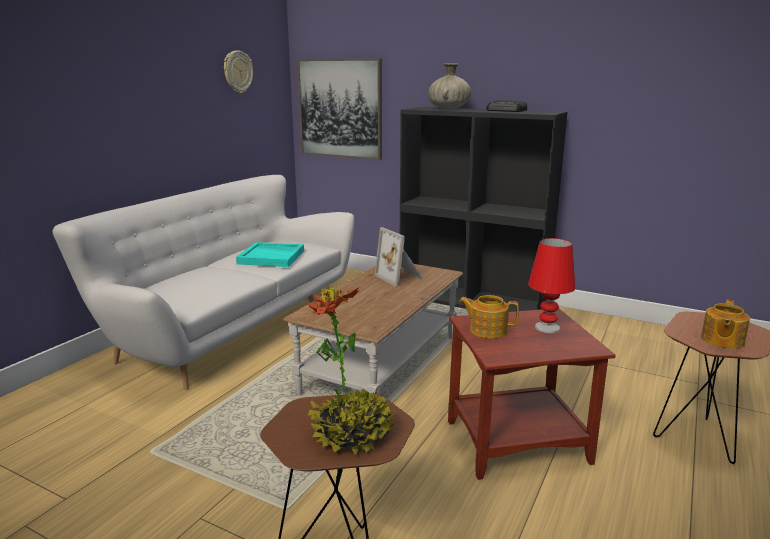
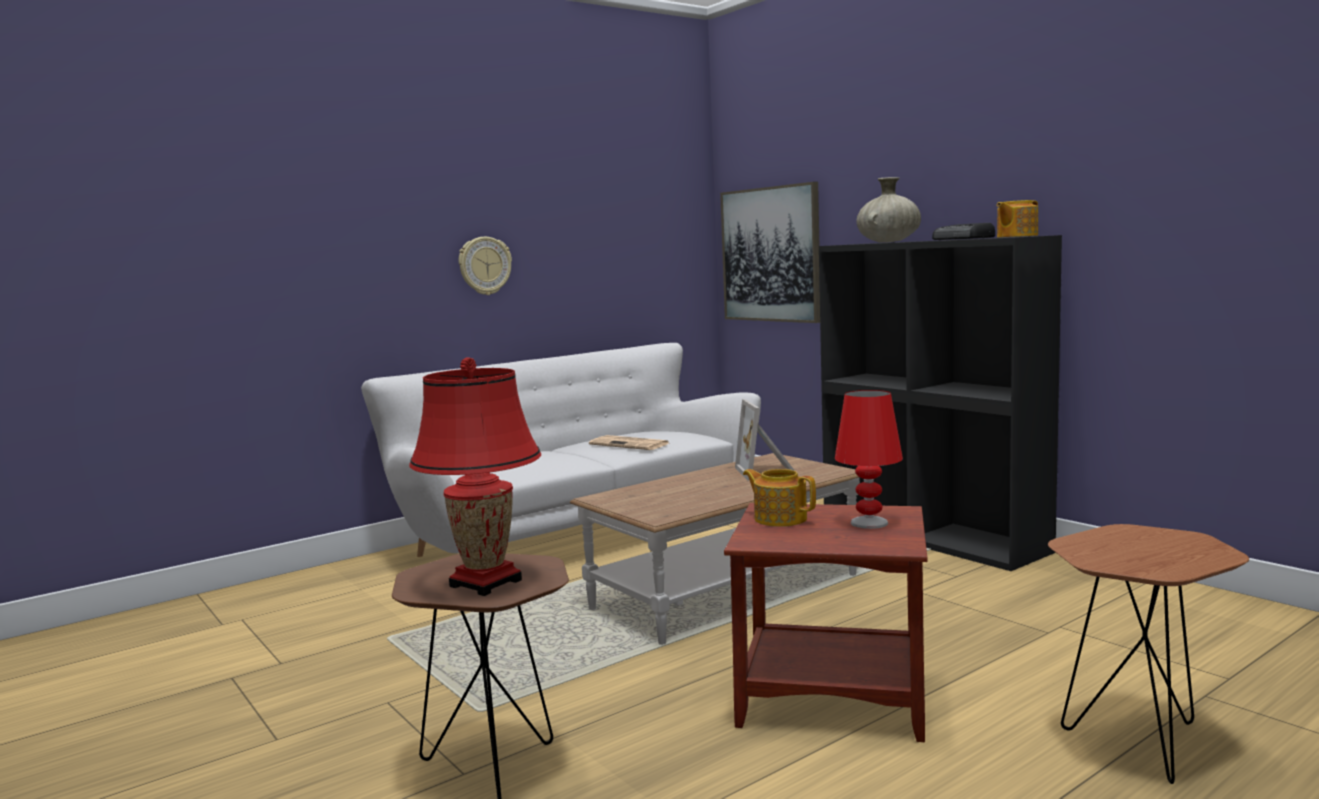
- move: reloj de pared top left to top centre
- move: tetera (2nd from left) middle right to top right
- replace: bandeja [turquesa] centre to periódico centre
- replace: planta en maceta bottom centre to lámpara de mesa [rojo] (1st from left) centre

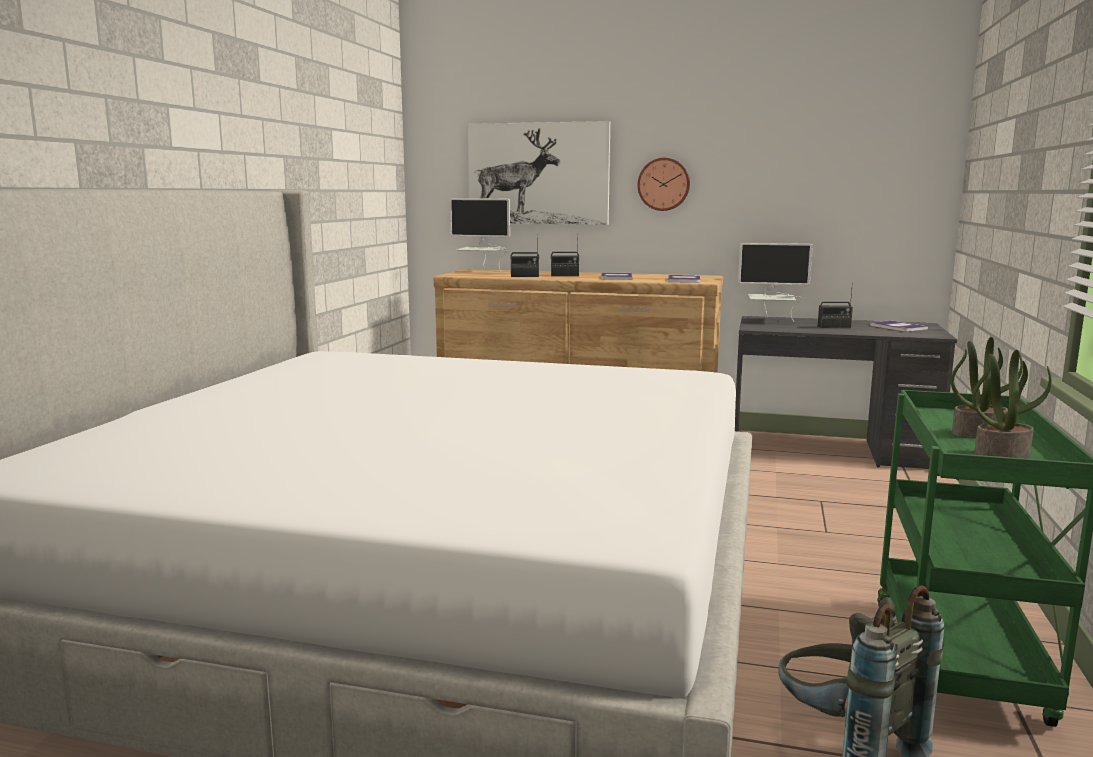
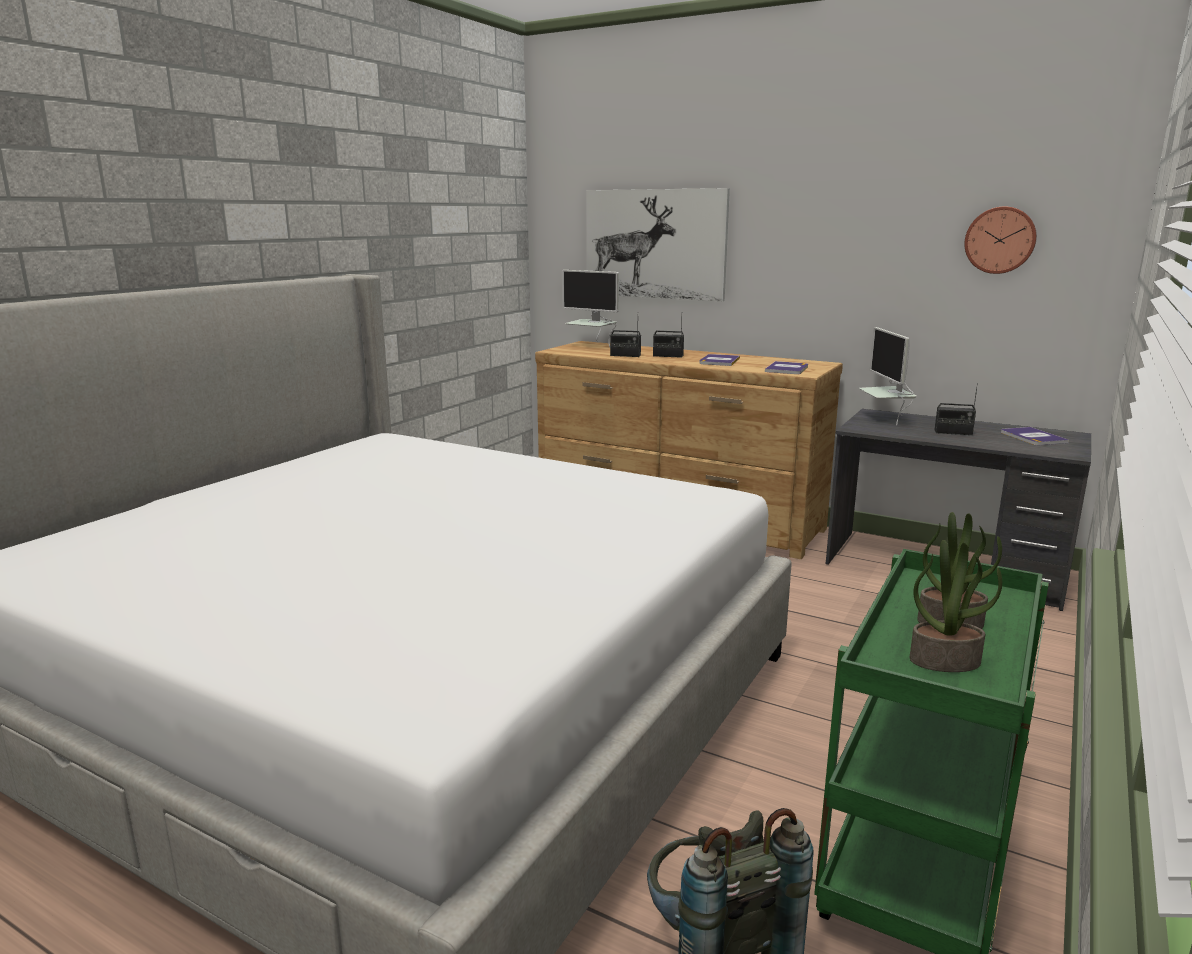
- move: reloj de pared top centre to top right
- rotate: monitor (2nd from left) middle right = middle right 60 degrees clockwise

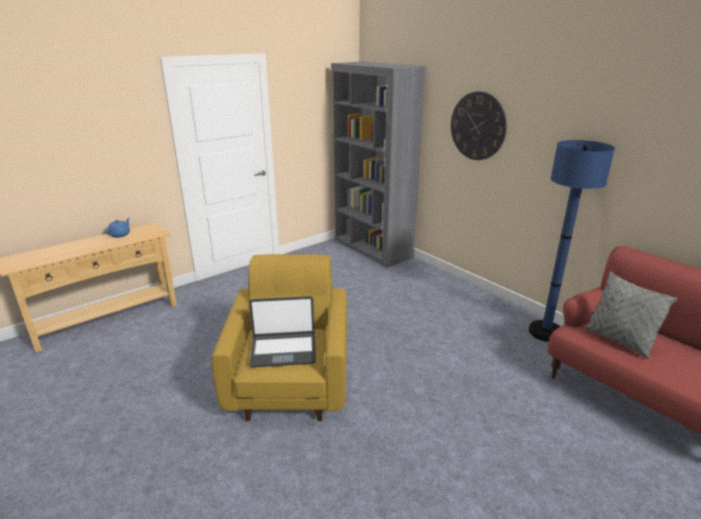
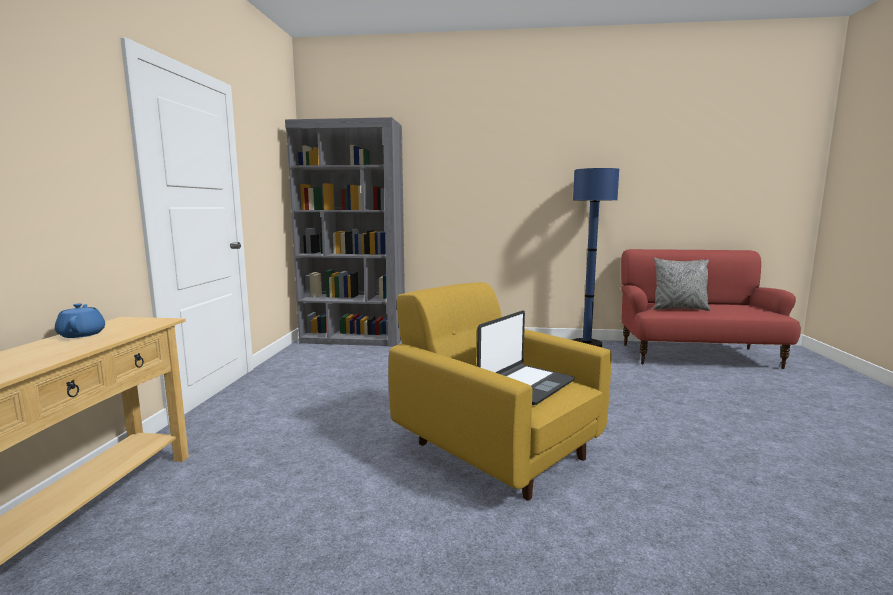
- delete: reloj de pared top right

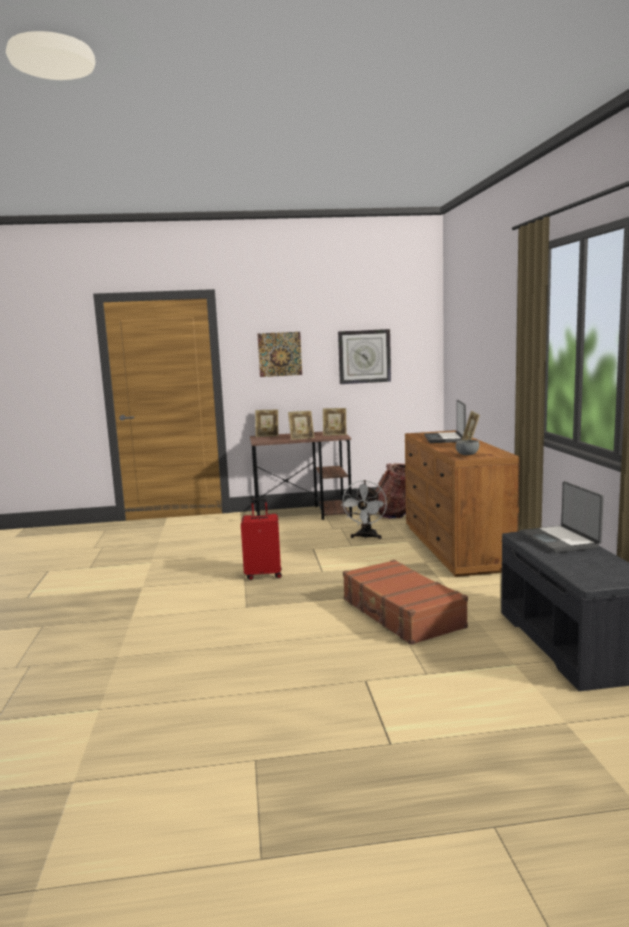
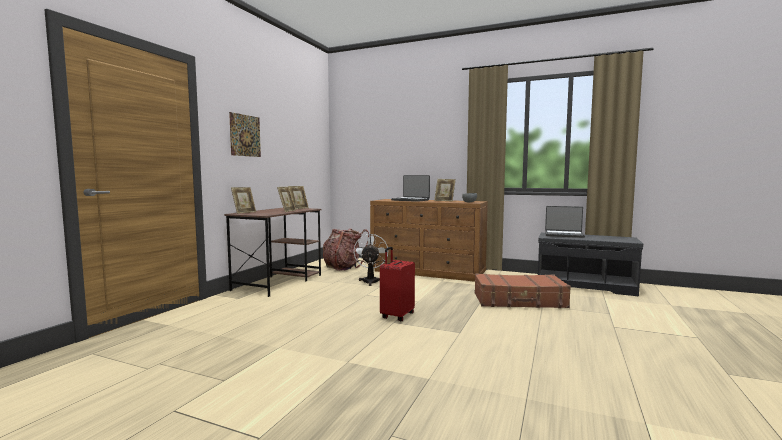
- delete: reloj de pared centre
- rotate: ventilador [blanco] centre = centre 135 degrees counterclockwise

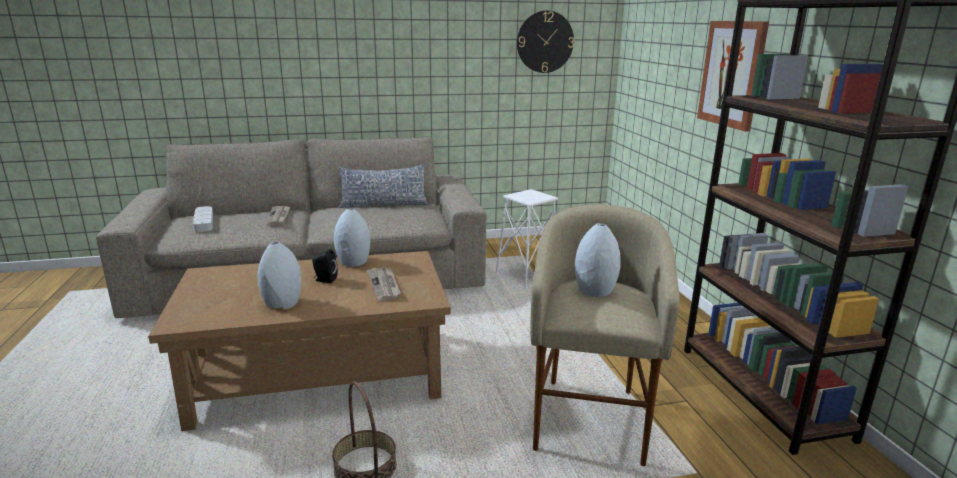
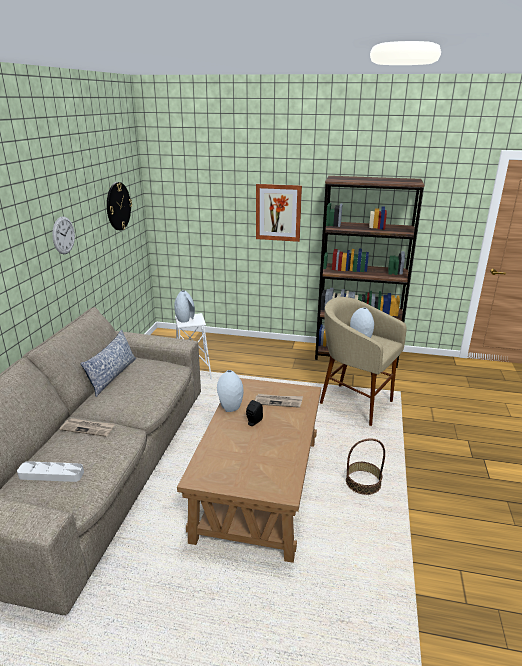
- insert: reloj de pared (1st from left) middle left
- move: florero [gris] (1st from left) middle left to centre

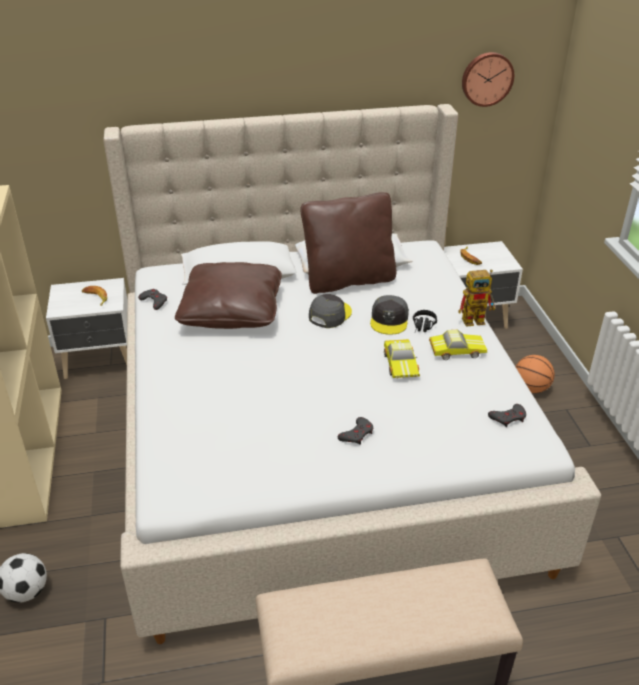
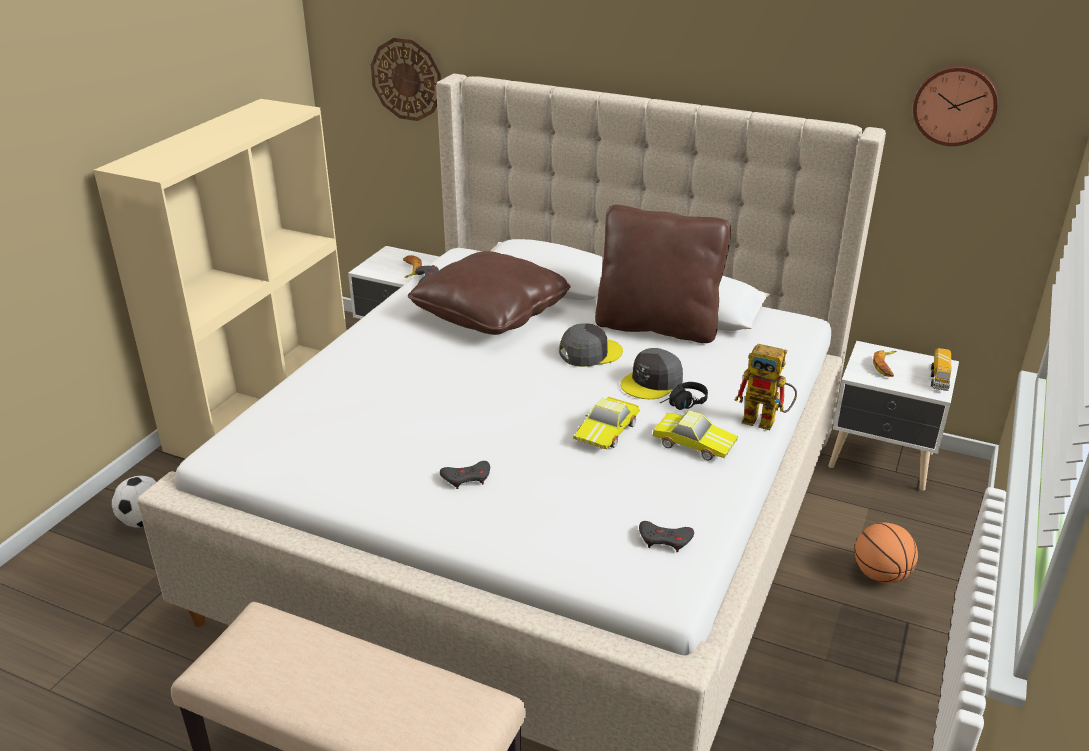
- insert: reloj de pared (1st from left) top centre
- insert: camión de juguete middle right

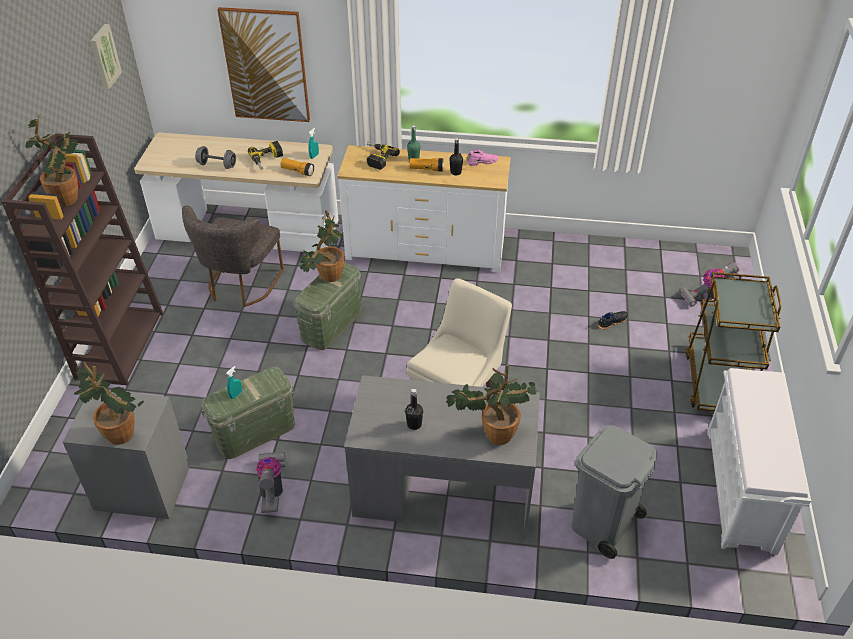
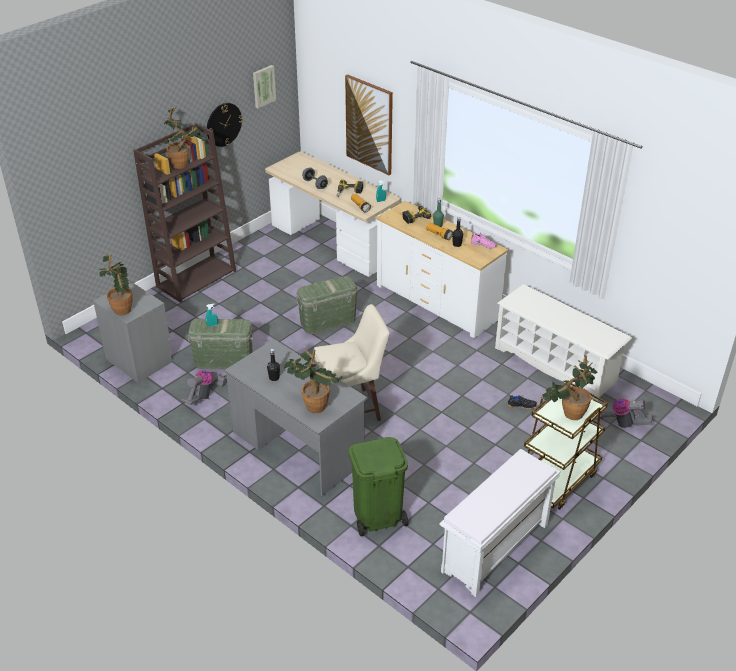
- delete: silla [gris] middle left
- insert: reloj de pared top left
- insert: zapatero [blanco] middle right
- move: planta en maceta (3rd from left in the first image) centre to planta en maceta (4th from left) middle right
- recolor: papelera [gris] bottom right to papelera [verde] bottom centre

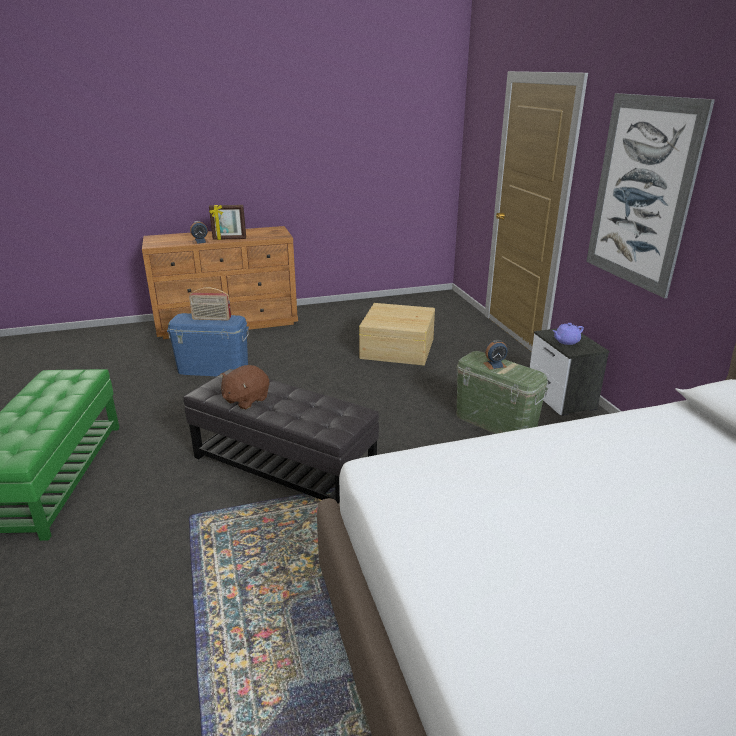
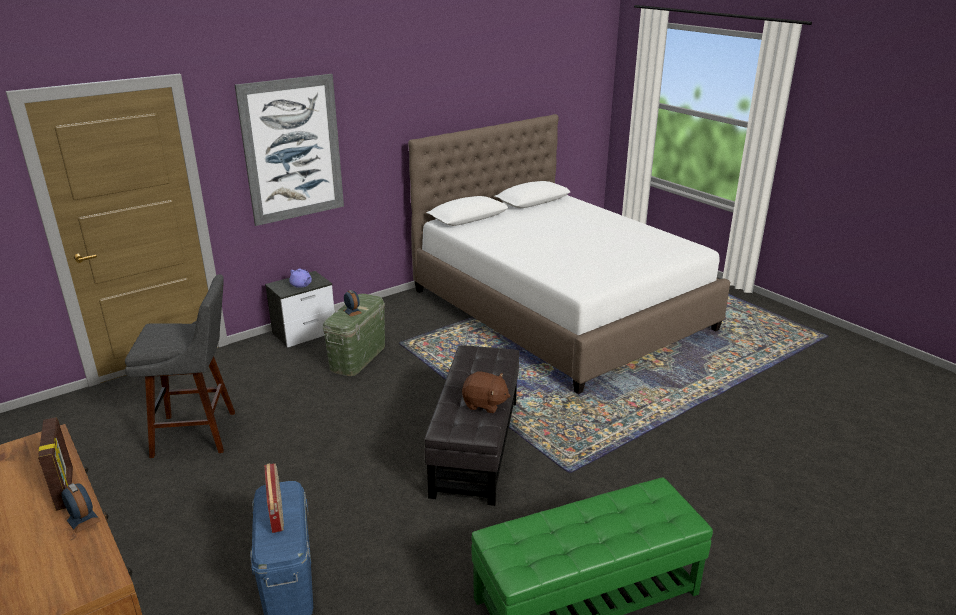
- replace: caja de almacenaje [beis] centre to taburete [gris] middle left

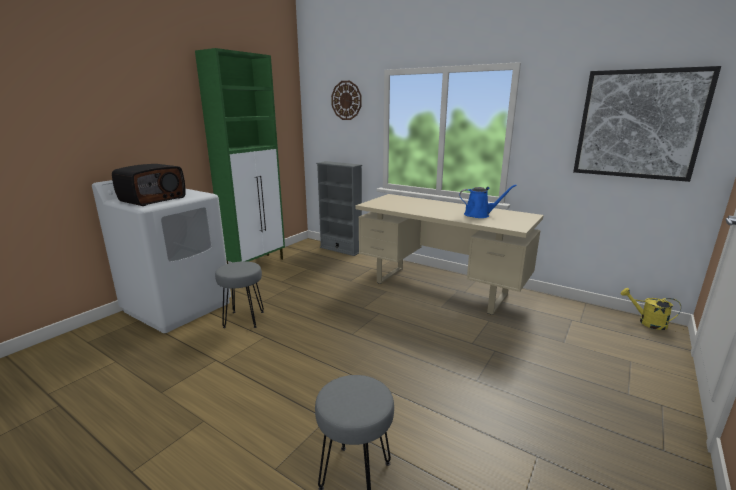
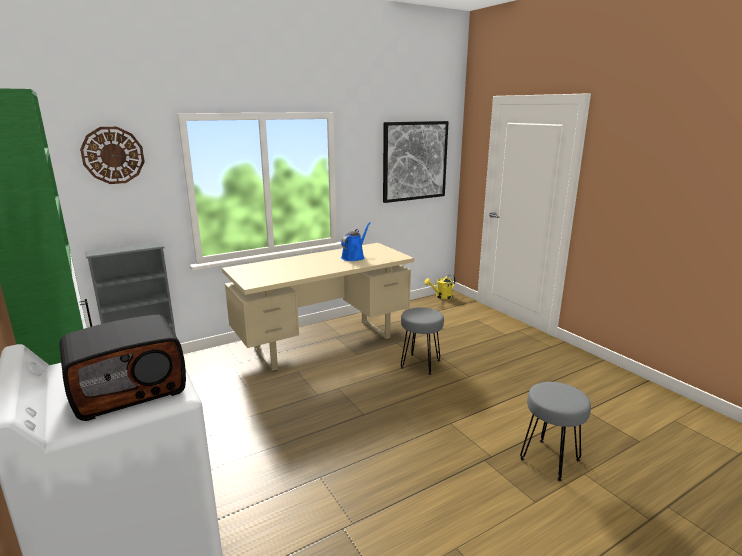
- move: taburete [gris] (1st from left) middle left to centre
- rotate: radio middle left = middle left 90 degrees clockwise

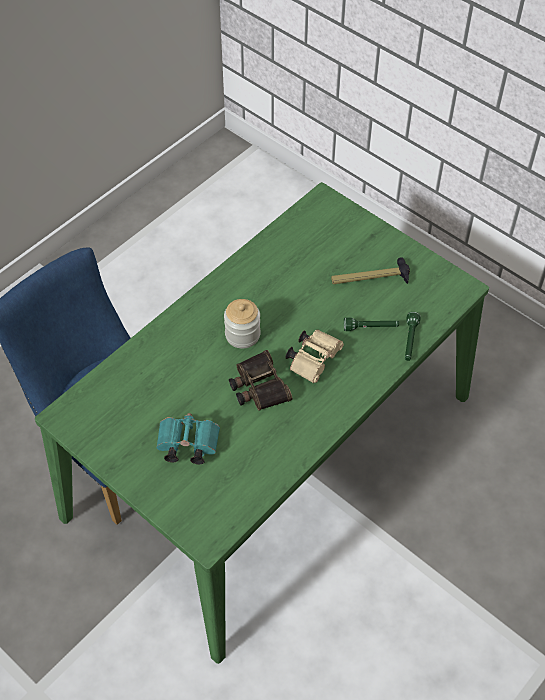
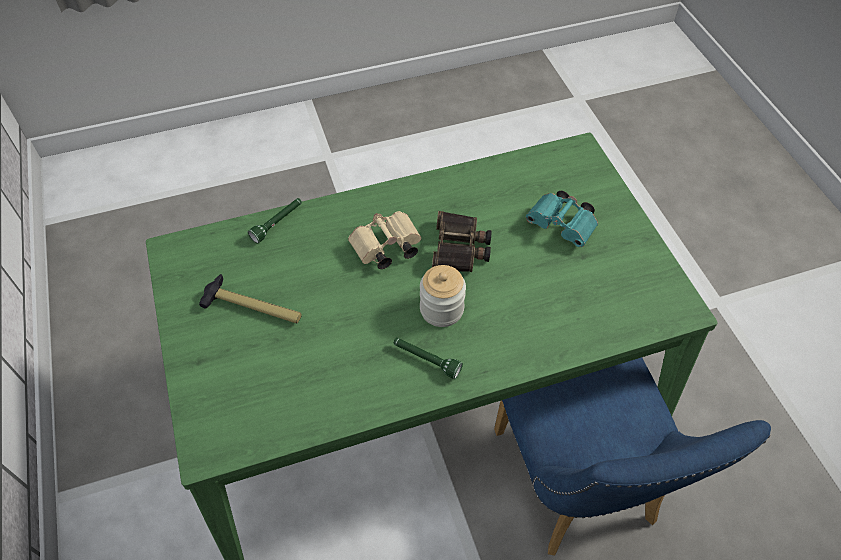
- move: linterna [verde] (1st from left in the first image) middle right to linterna [verde] (2nd from left) centre

